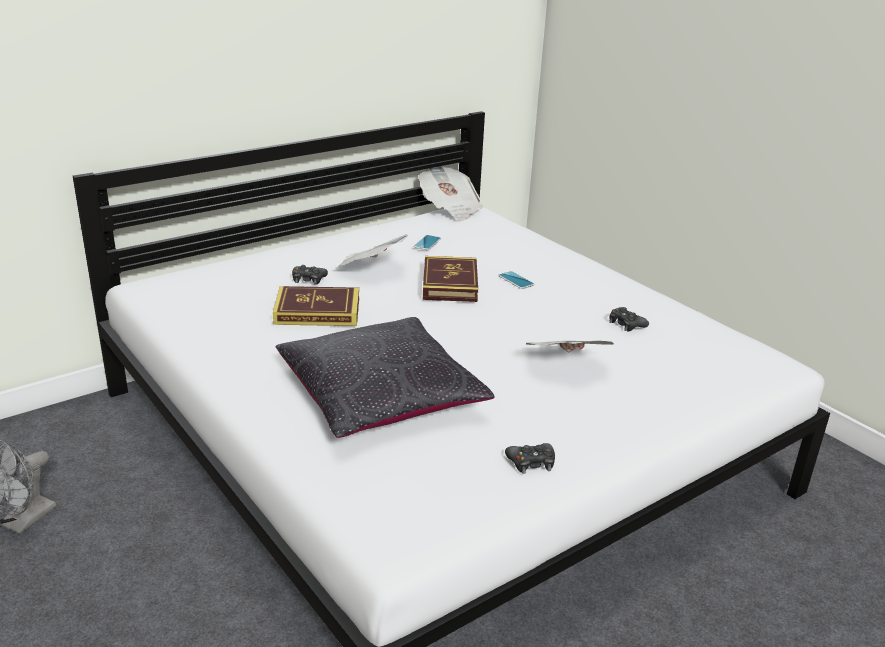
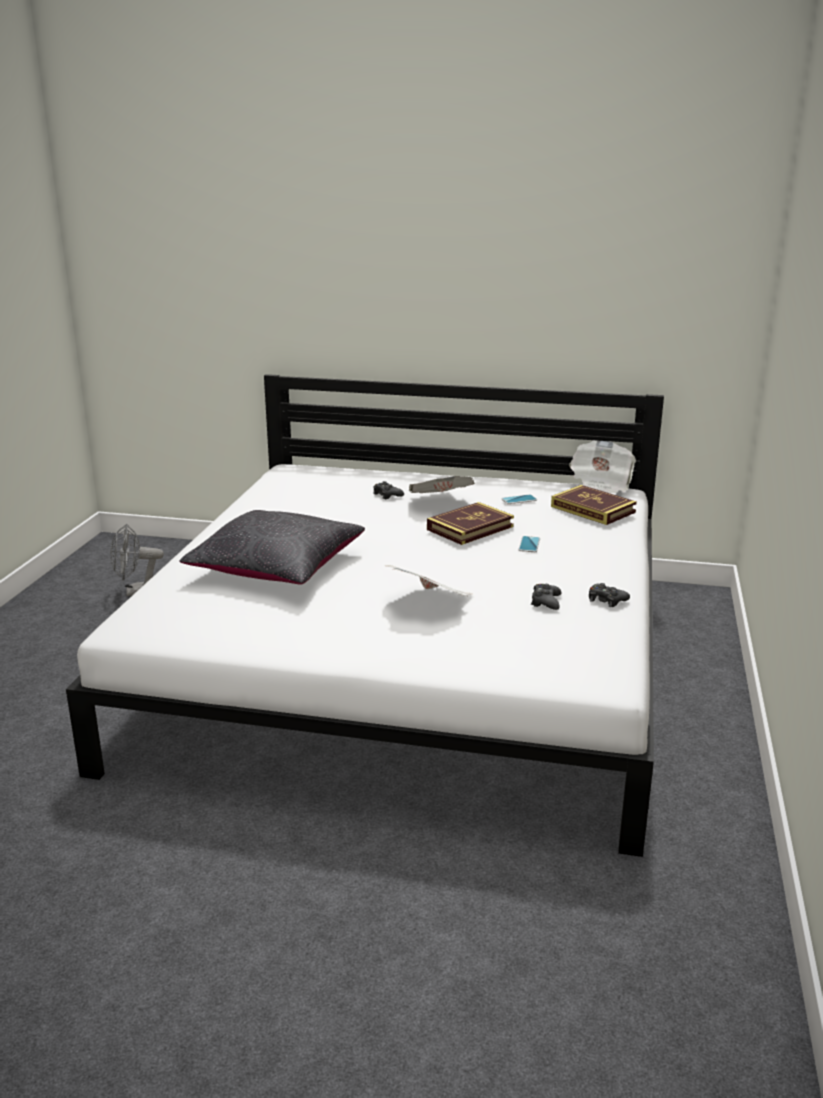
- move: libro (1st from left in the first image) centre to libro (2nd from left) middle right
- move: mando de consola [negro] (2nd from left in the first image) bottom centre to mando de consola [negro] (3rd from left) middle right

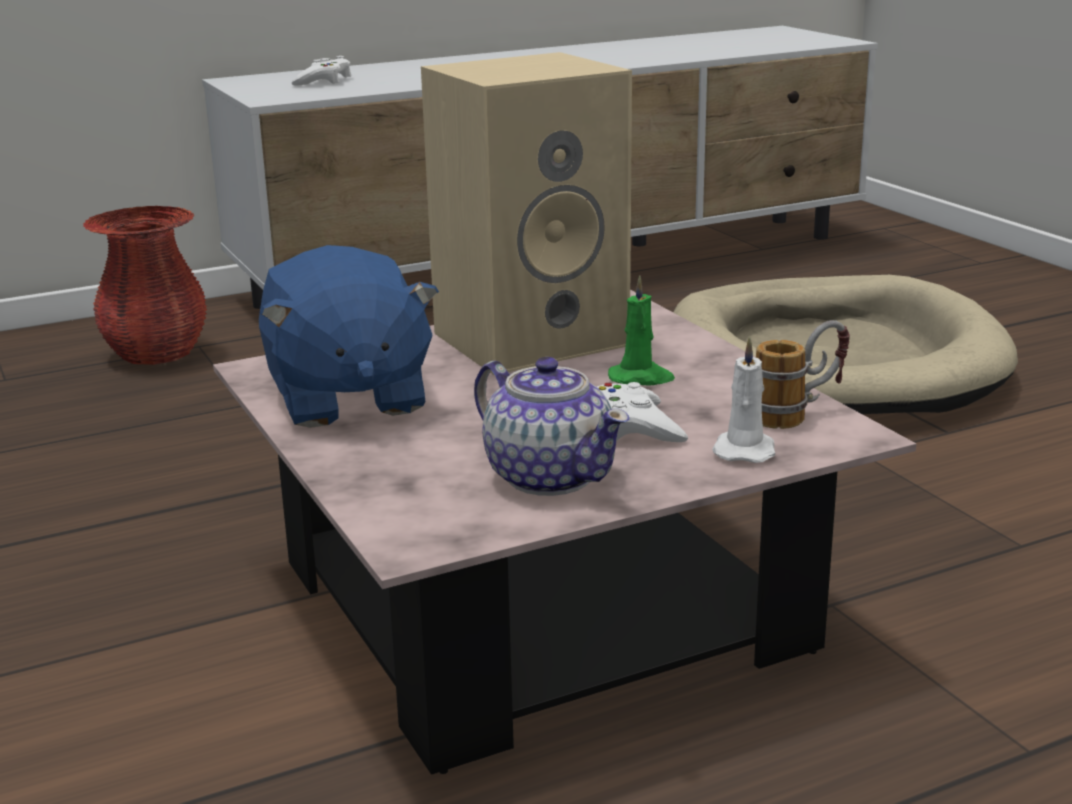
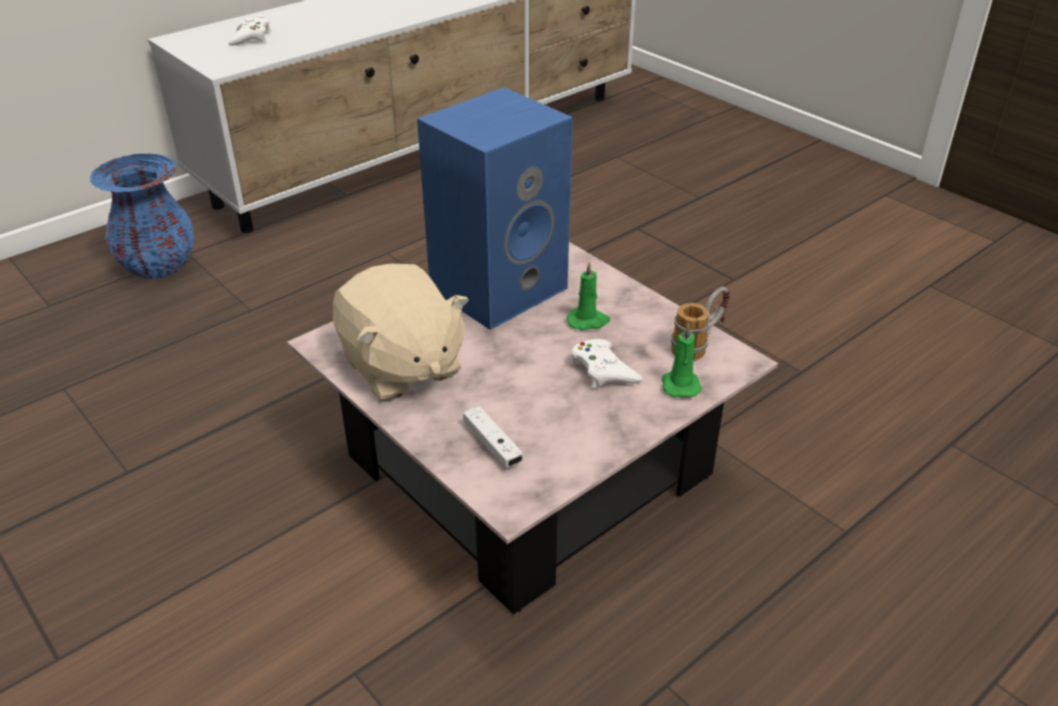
- delete: tetera centre
- delete: cama para perro [beis] middle right
- insert: mando de consola [blanco] (2nd from left) centre
- recolor: florero [rojo] middle left to florero [azul] top left
- recolor: peluche [azul] middle left to peluche [beis] centre
- recolor: altavoz [beis] top centre to altavoz [azul] top centre
- recolor: vela [blanco] middle right to vela [verde] (2nd from left) centre

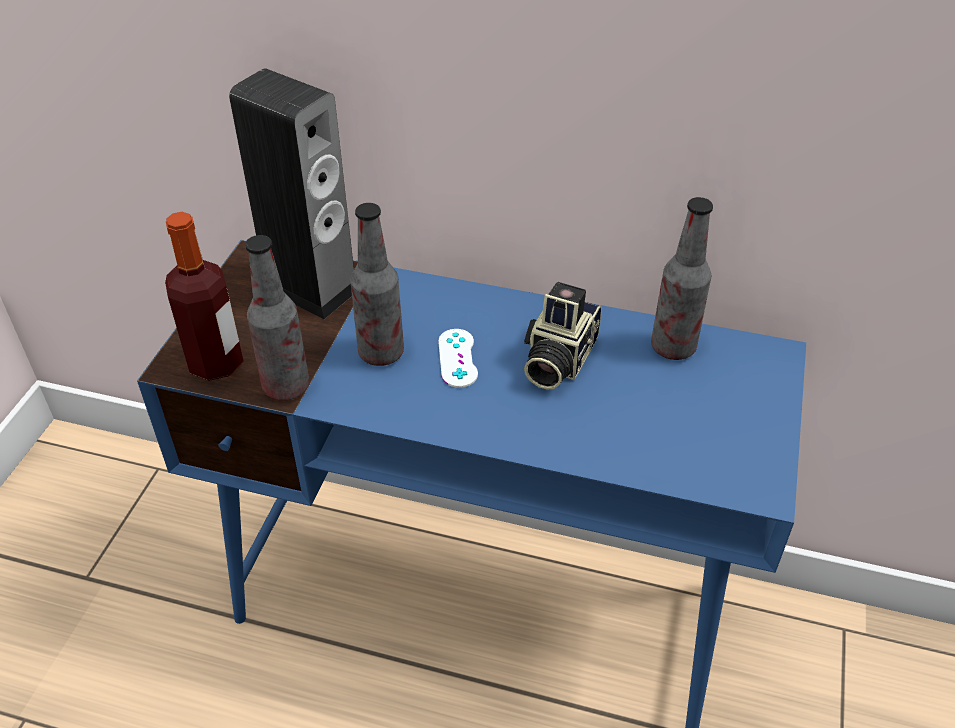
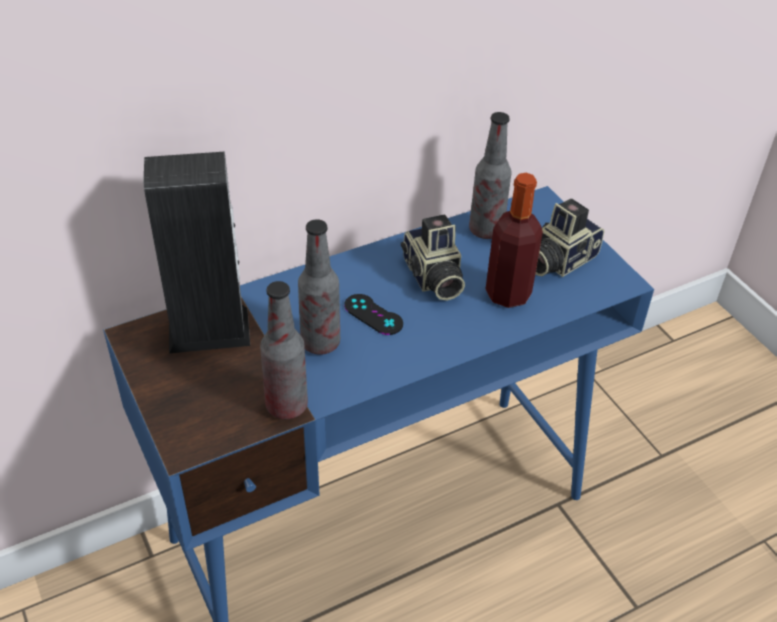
- insert: cámara (2nd from left) middle right
- move: botella (1st from left in the first image) middle left to botella (4th from left) centre
- recolor: mando de consola [blanco] centre to mando de consola [negro] centre

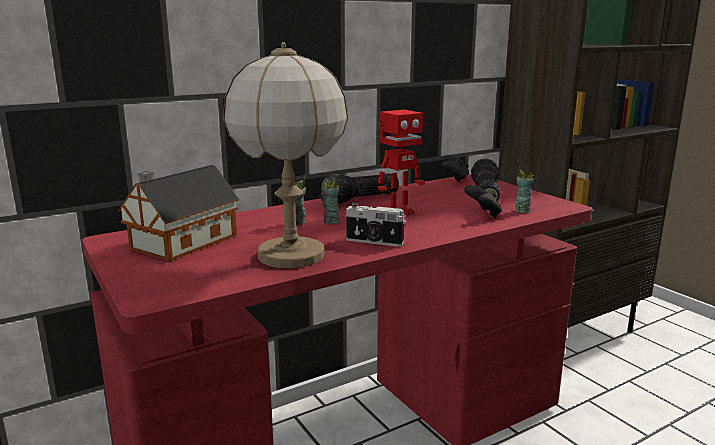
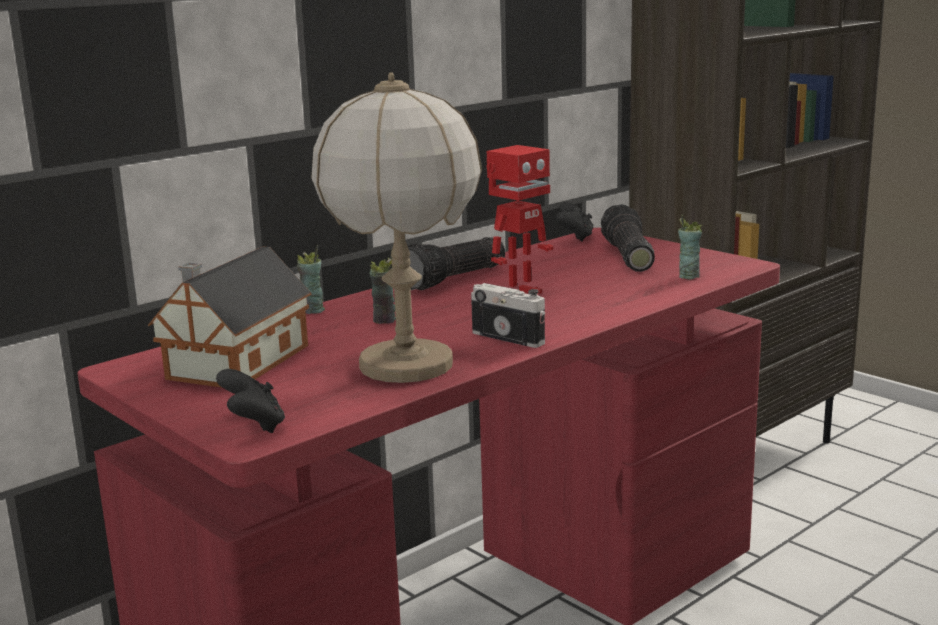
- move: taza (2nd from left in the first image) centre to taza (1st from left) middle left
- move: mando de consola [negro] (2nd from left in the first image) middle right to mando de consola [negro] (1st from left) middle left
- rotate: cámara centre = centre 150 degrees counterclockwise

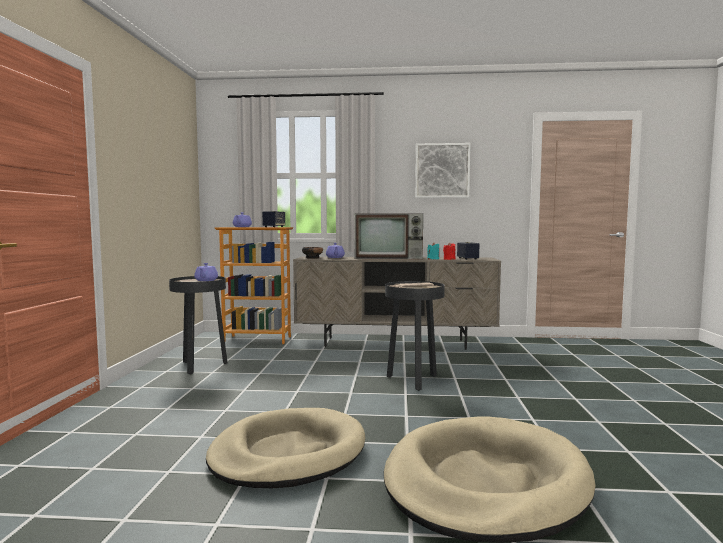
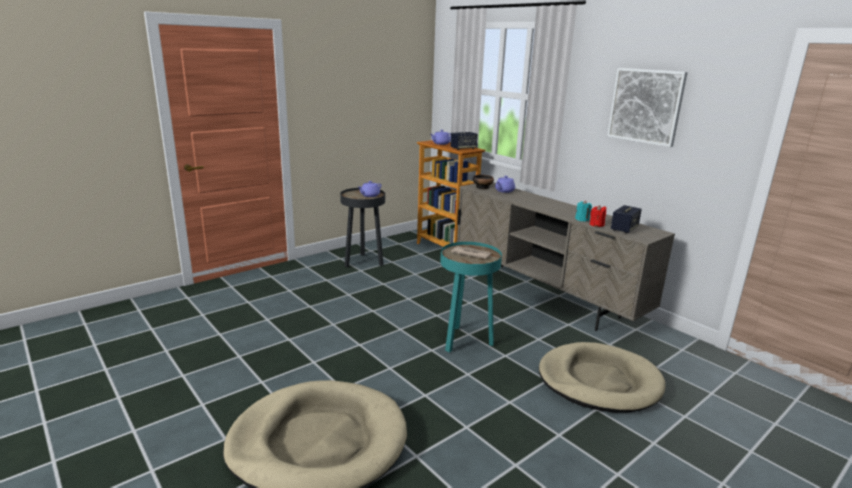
- delete: televisor centre
- move: cama para perro [beis] (1st from left in the first image) bottom centre to cama para perro [beis] (2nd from left) bottom right
- recolor: mesa auxiliar [negro] (2nd from left) centre to mesa auxiliar [turquesa] centre

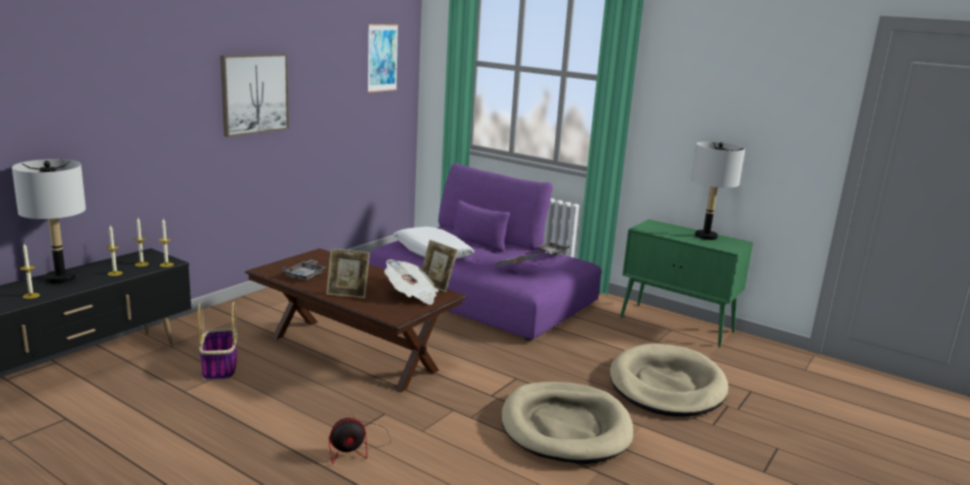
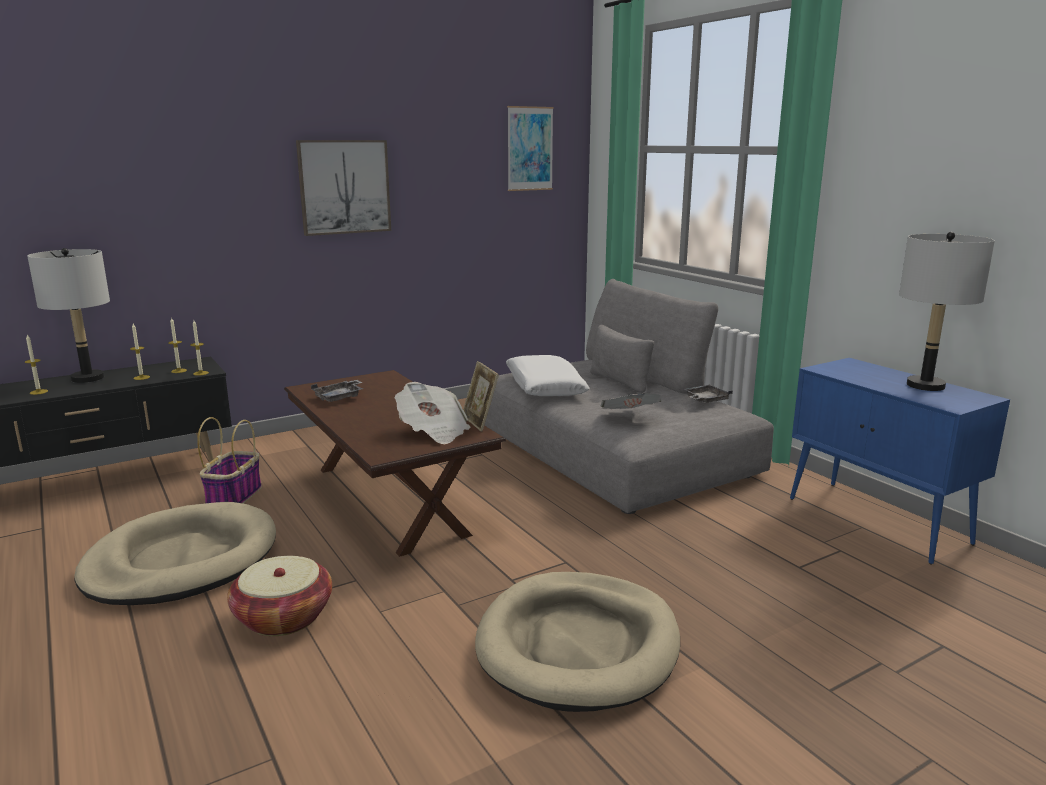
- delete: portarretratos (1st from left) centre
- move: cama para perro [beis] (2nd from left in the first image) bottom right to cama para perro [beis] (1st from left) bottom left
- replace: ventilador bottom centre to cesta (2nd from left) bottom left
- recolor: sofá [morado] centre to sofá [gris] centre
- recolor: armario [verde] middle right to armario [azul] middle right

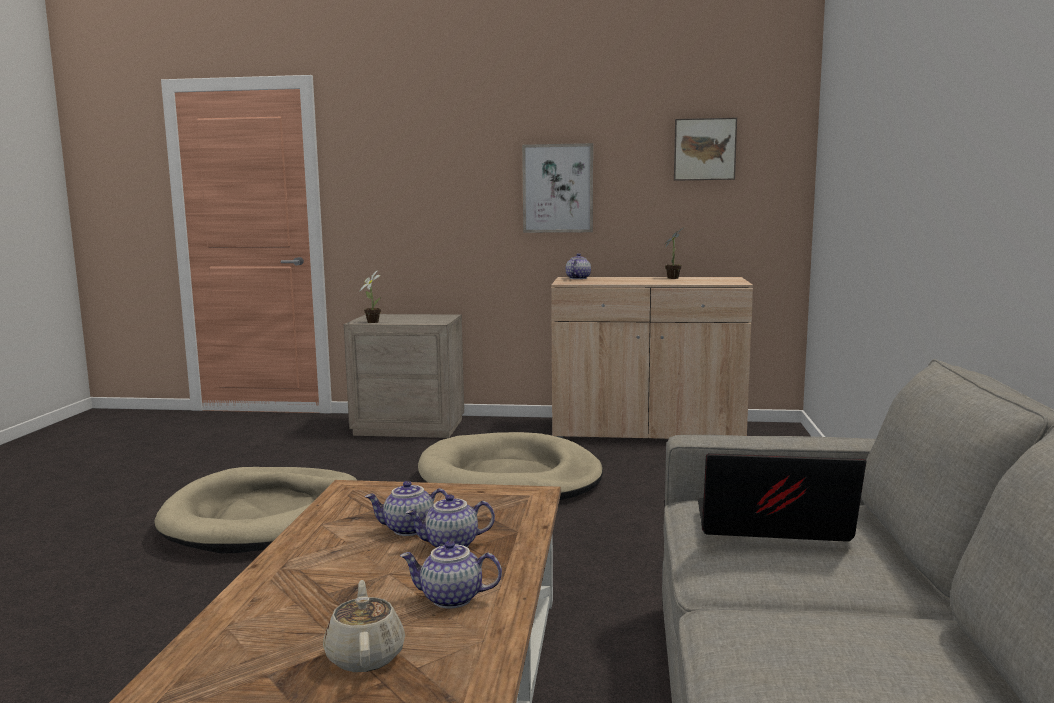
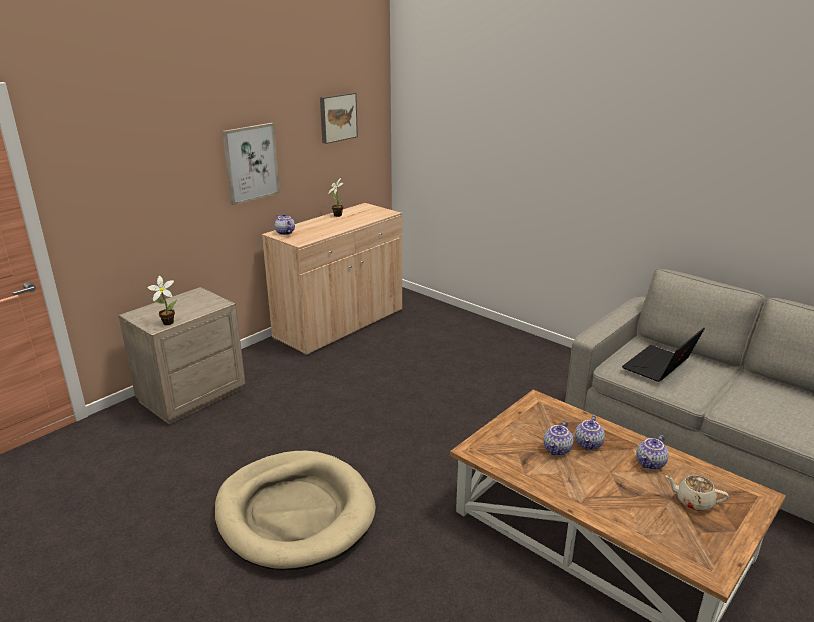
- delete: cama para perro [beis] (2nd from left) centre

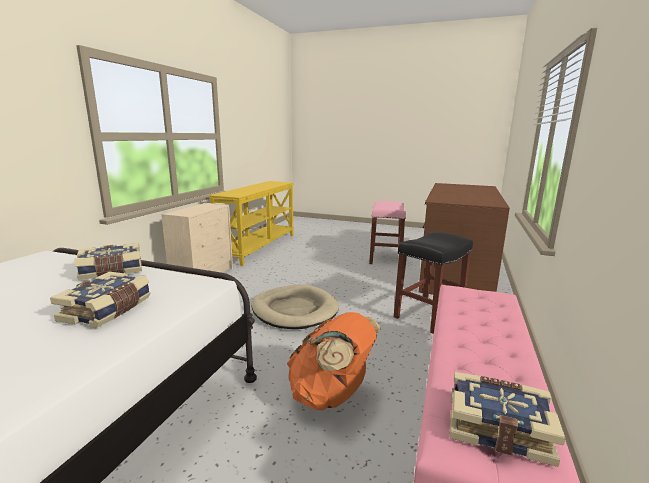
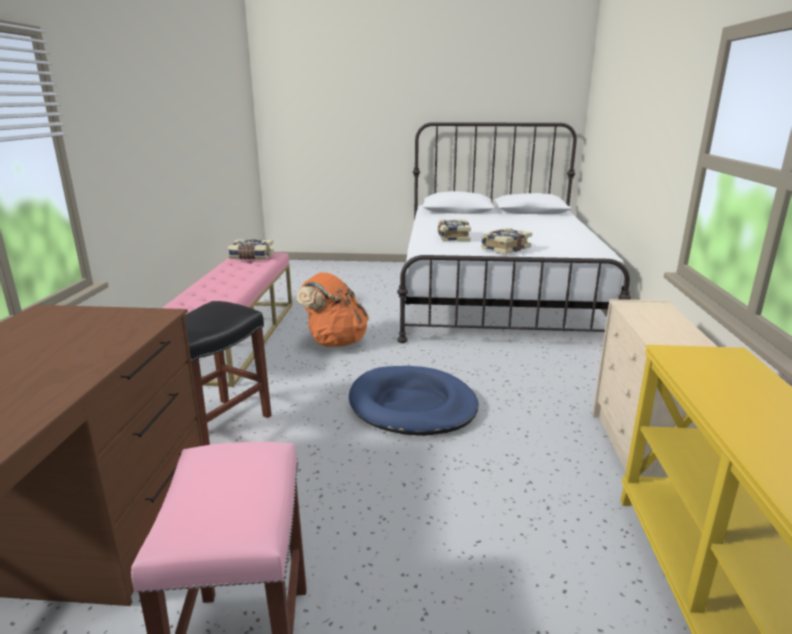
- recolor: cama para perro [beis] centre to cama para perro [azul] centre

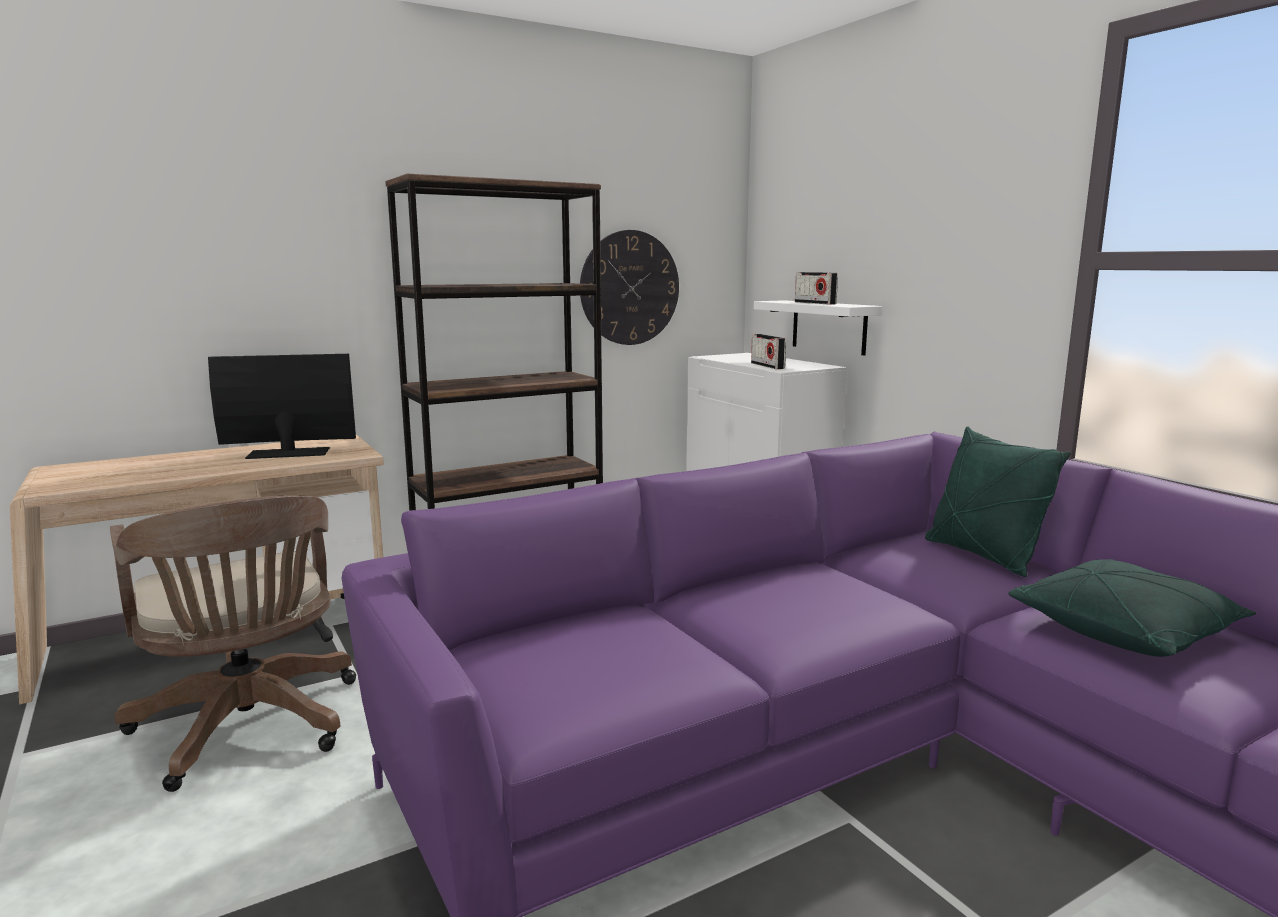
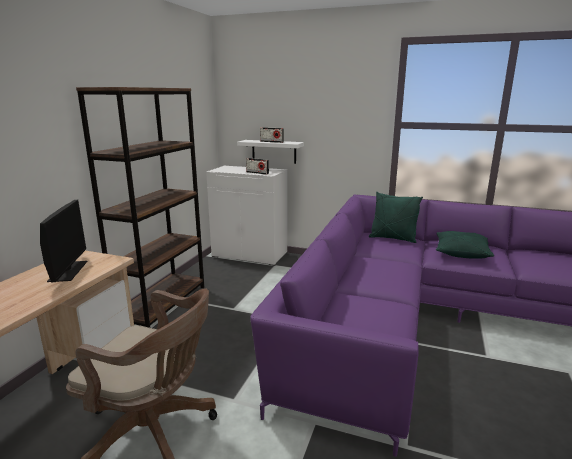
- delete: reloj de pared top centre
- rotate: monitor middle left = middle left 135 degrees clockwise

